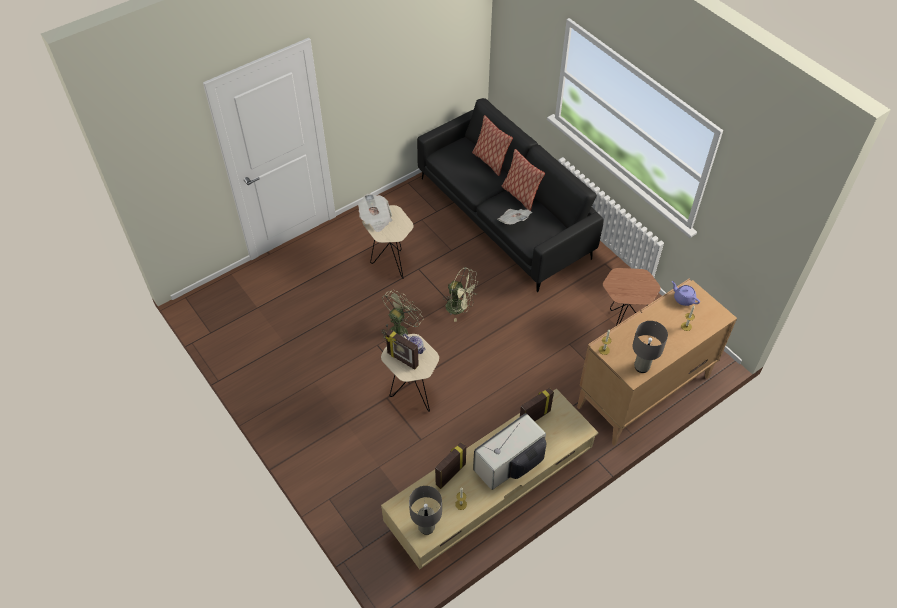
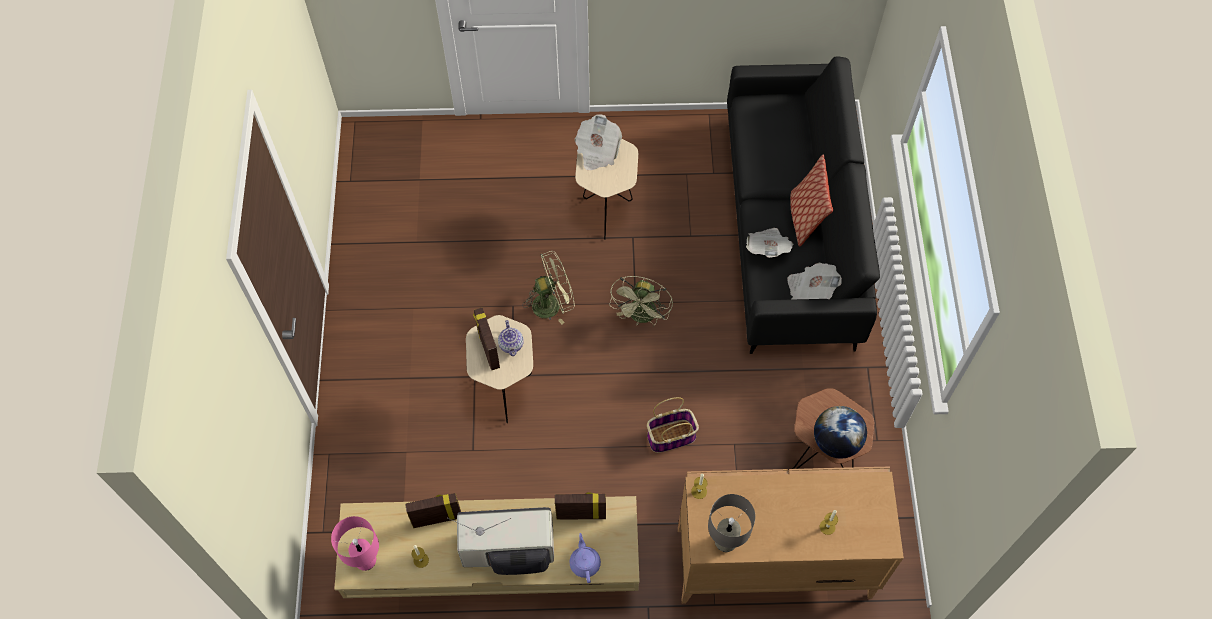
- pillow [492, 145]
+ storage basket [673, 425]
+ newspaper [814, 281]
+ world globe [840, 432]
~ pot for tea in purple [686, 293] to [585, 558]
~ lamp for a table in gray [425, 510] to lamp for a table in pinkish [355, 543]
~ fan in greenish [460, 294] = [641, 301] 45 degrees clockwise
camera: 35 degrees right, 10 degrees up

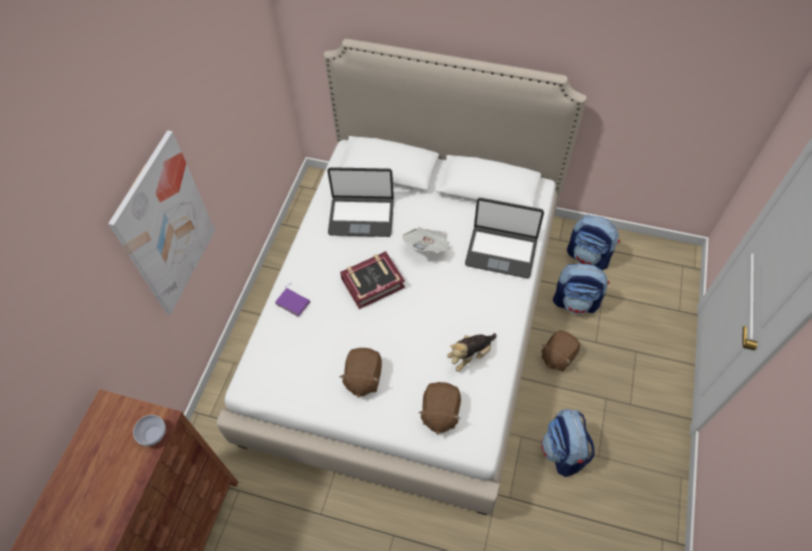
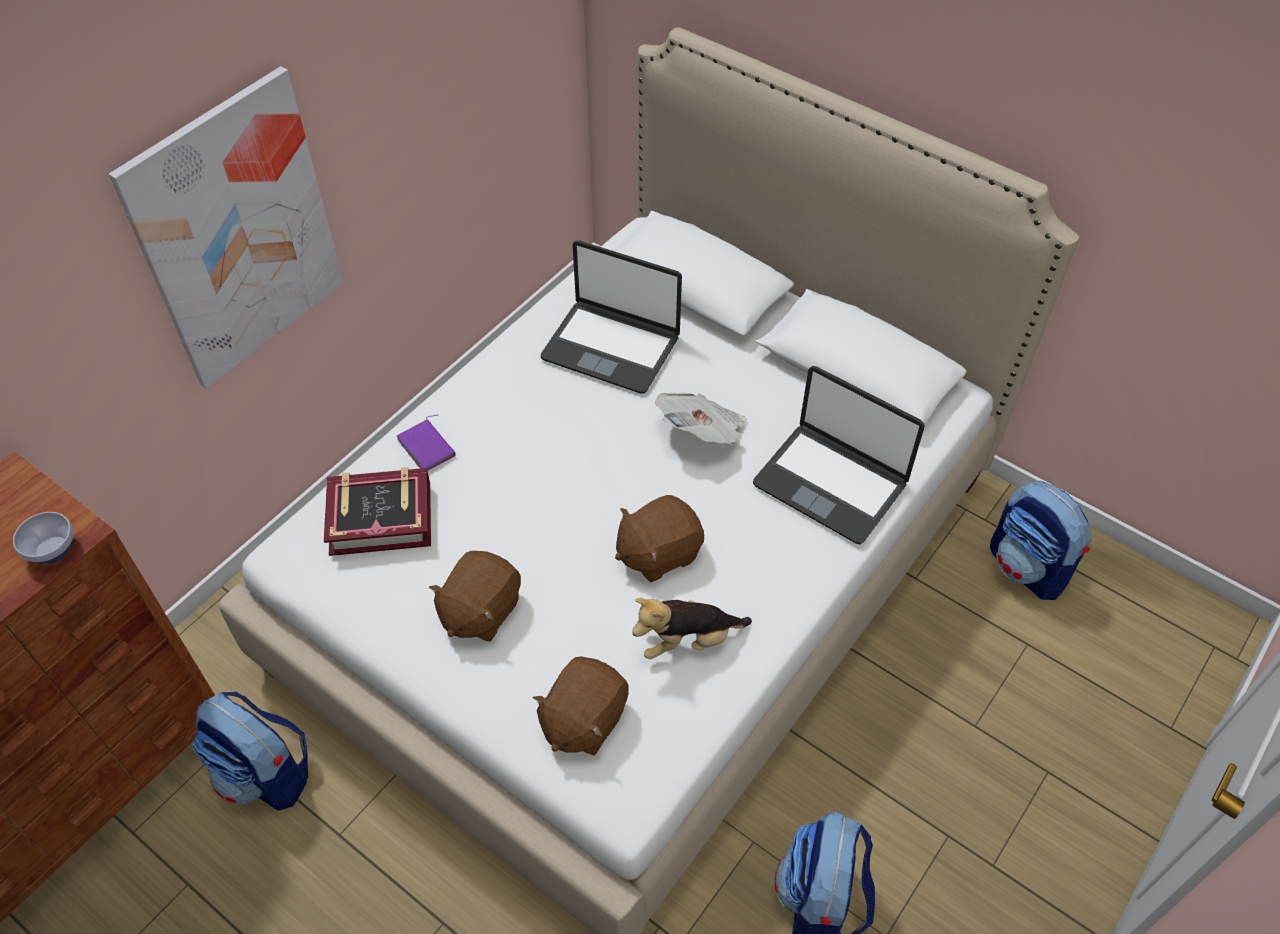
~ volume [372, 280] to [377, 511]
~ cuddly toy in brown-coloured [560, 351] to [659, 538]
~ backpack [581, 289] to [250, 751]
camera: 20 degrees right, 5 degrees down

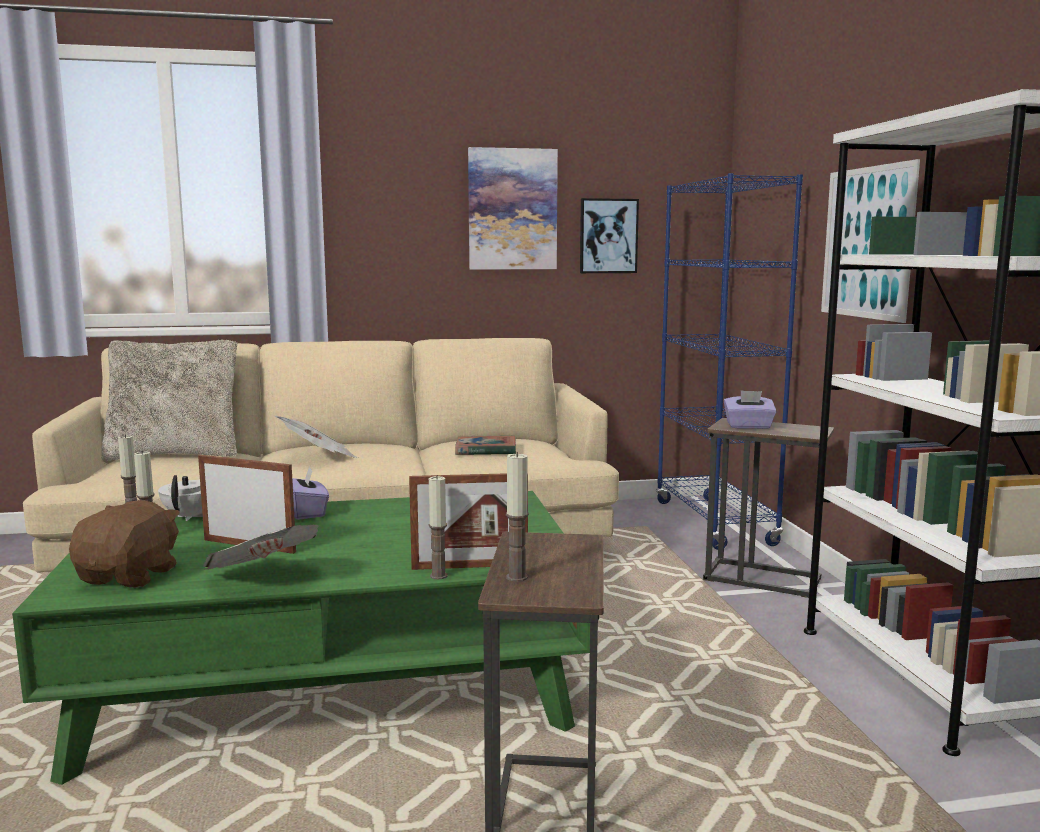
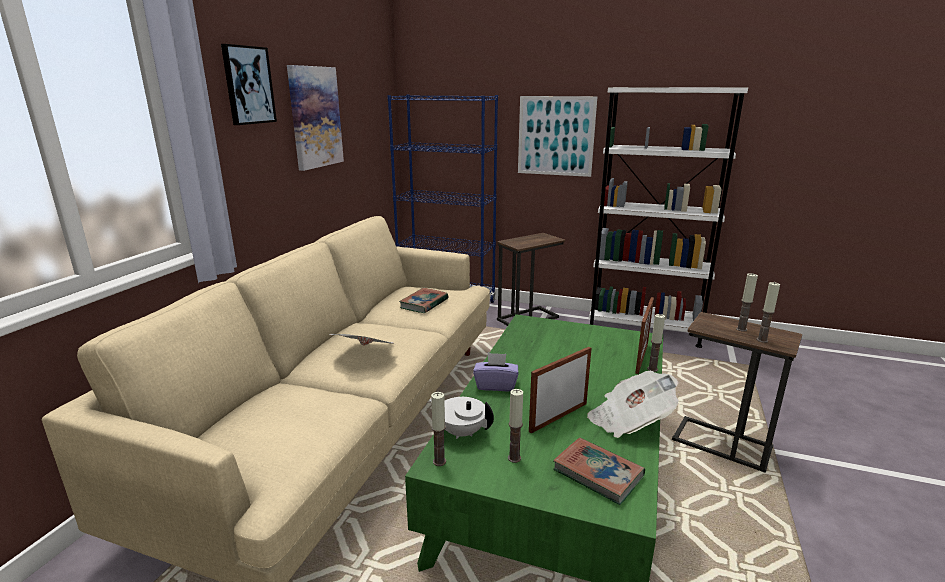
- pillow in beige [169, 400]
- box of tissues in purple [750, 409]
+ wax candle [747, 302]
~ picture [609, 235] to [249, 84]
~ cuddly toy in brown-coloured [124, 544] to volume [599, 471]
camera: 60 degrees left, 10 degrees up

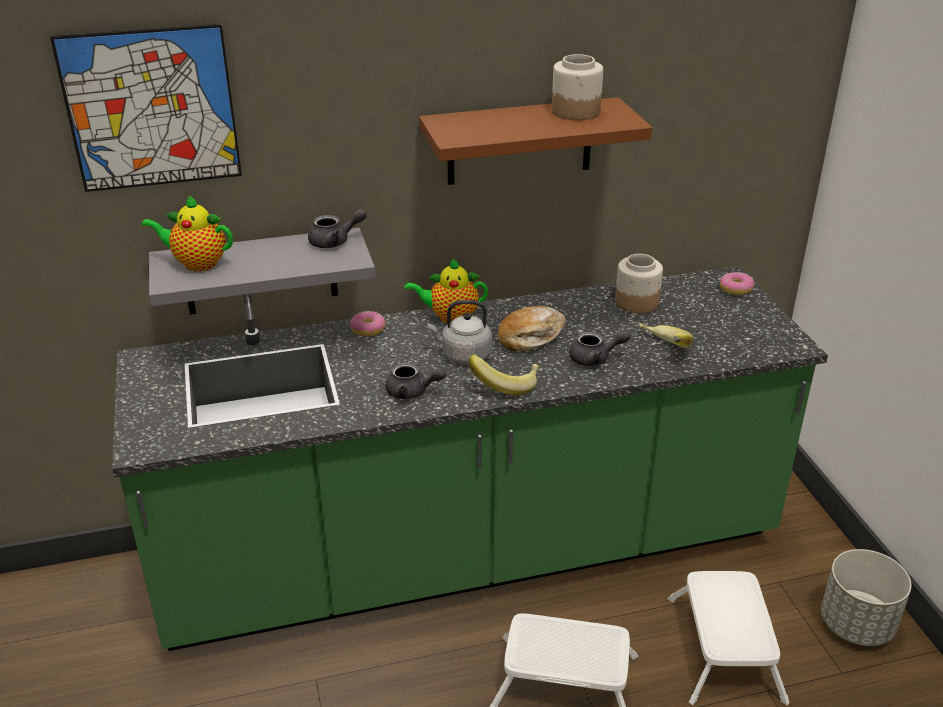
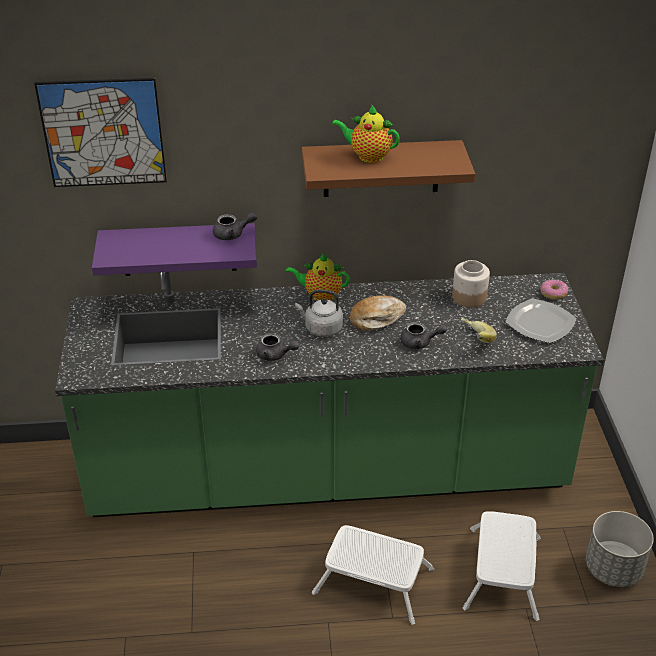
- ring doughnut [368, 324]
- banana [504, 374]
- preserve jar [577, 87]
+ plate [541, 320]
~ pot for tea [187, 233] to [365, 134]
~ shelf in gray [262, 271] to shelf in purple [174, 249]
camera: 10 degrees right, 5 degrees up

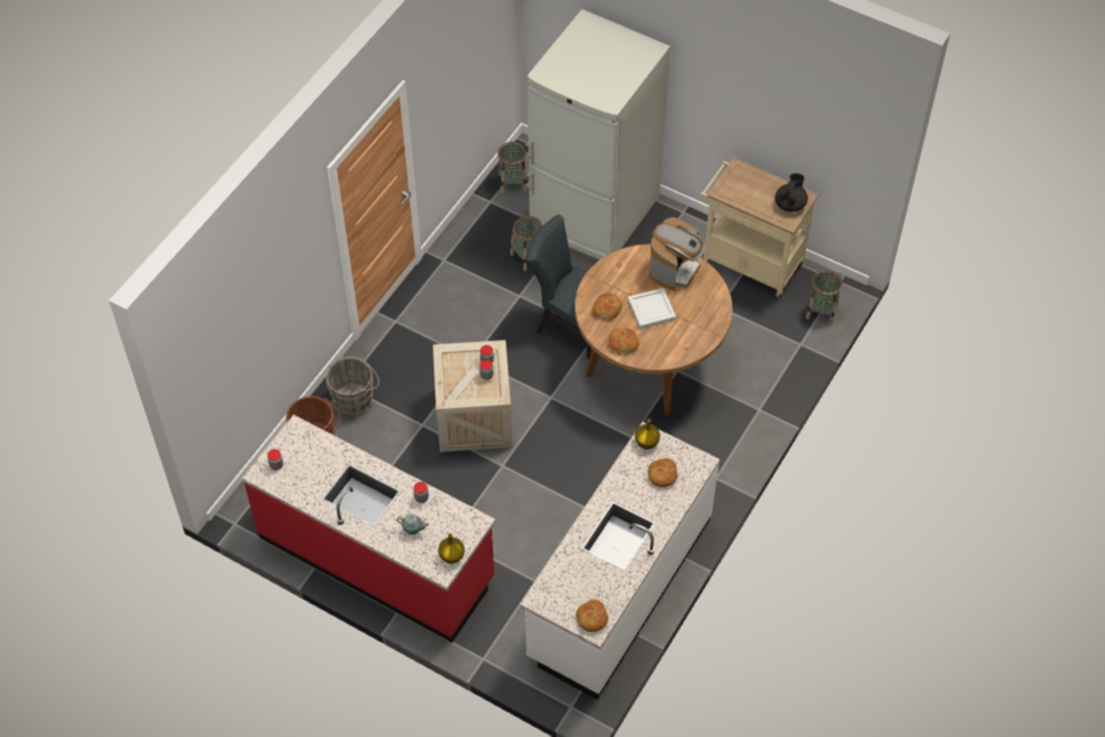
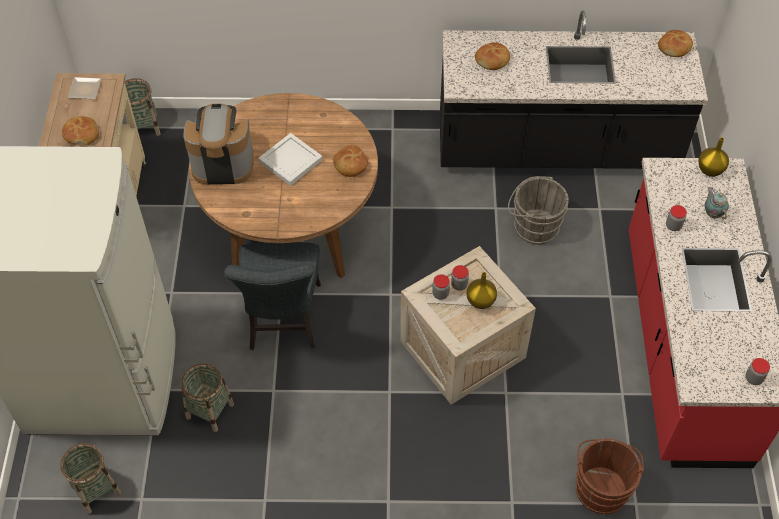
~ bucket in gray [352, 386] to [538, 210]
~ baked bread [607, 306] to [80, 131]
~ flower vase in yellow-coloured [647, 434] to [482, 290]
~ pot for tea in black-coloured [791, 192] to plate [84, 88]
~ kitchen base unit in whitish [620, 561] to kitchen base unit in black-coloured [574, 90]
camera: 120 degrees left, 0 degrees up

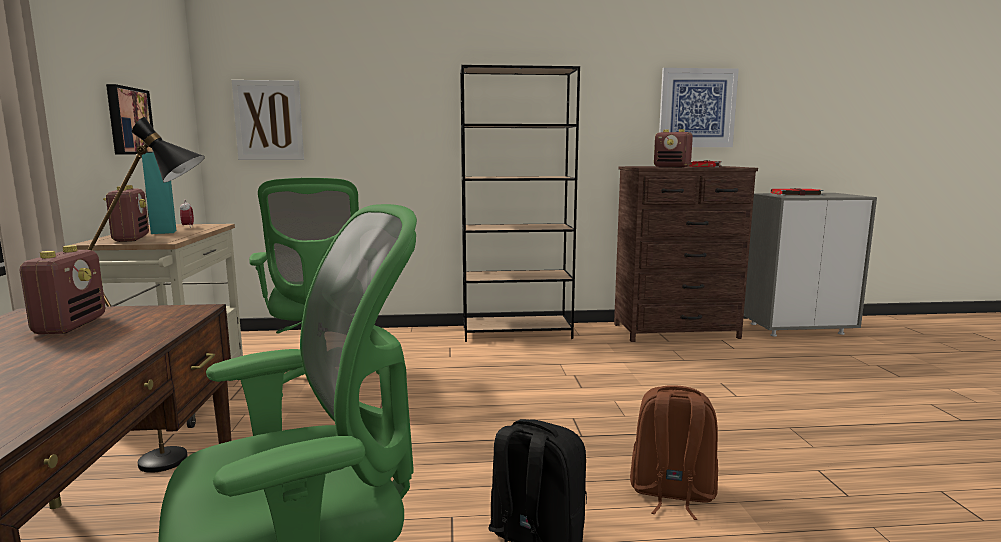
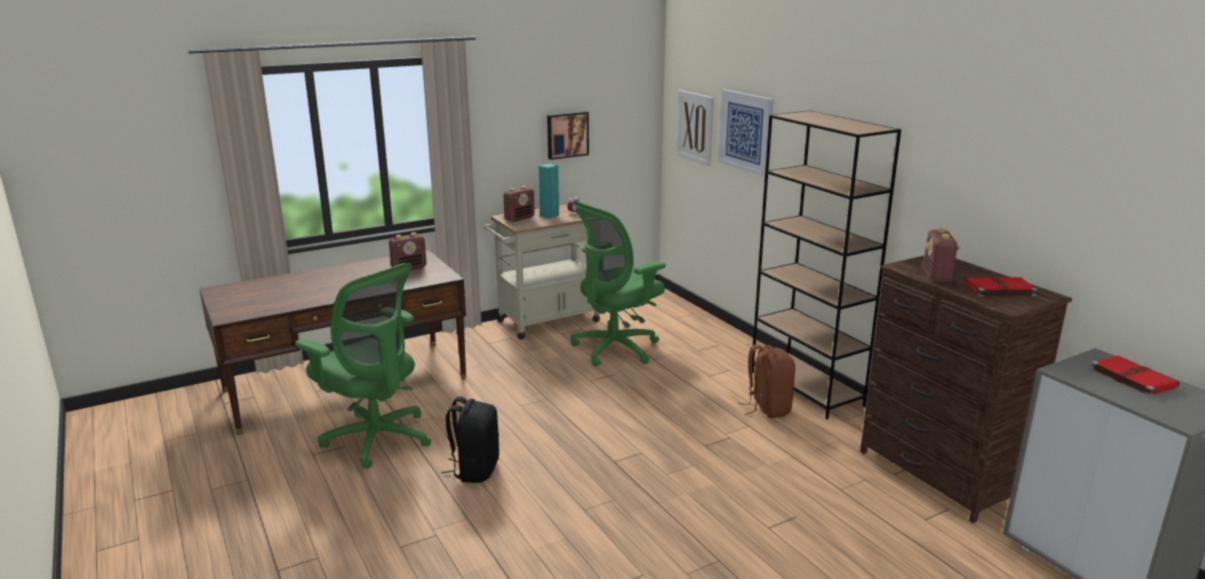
- standard lamp in black-coloured [146, 295]
~ backpack in brown-coloured [674, 452] to [766, 381]
~ picture [699, 107] to [746, 133]
camera: 65 degrees right, 10 degrees up

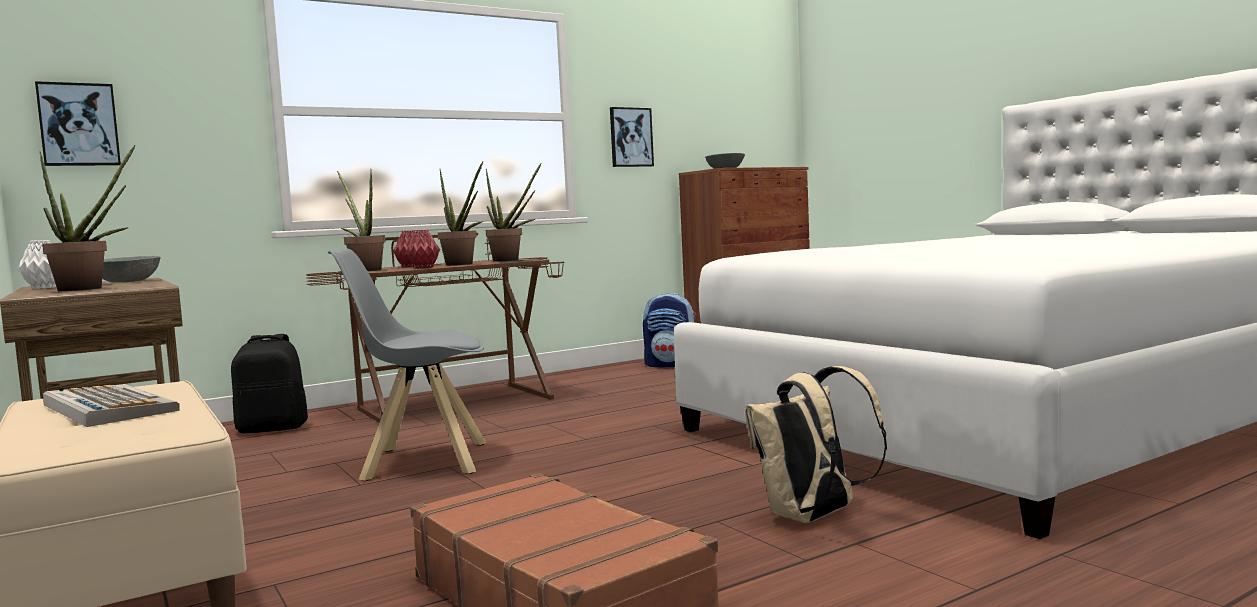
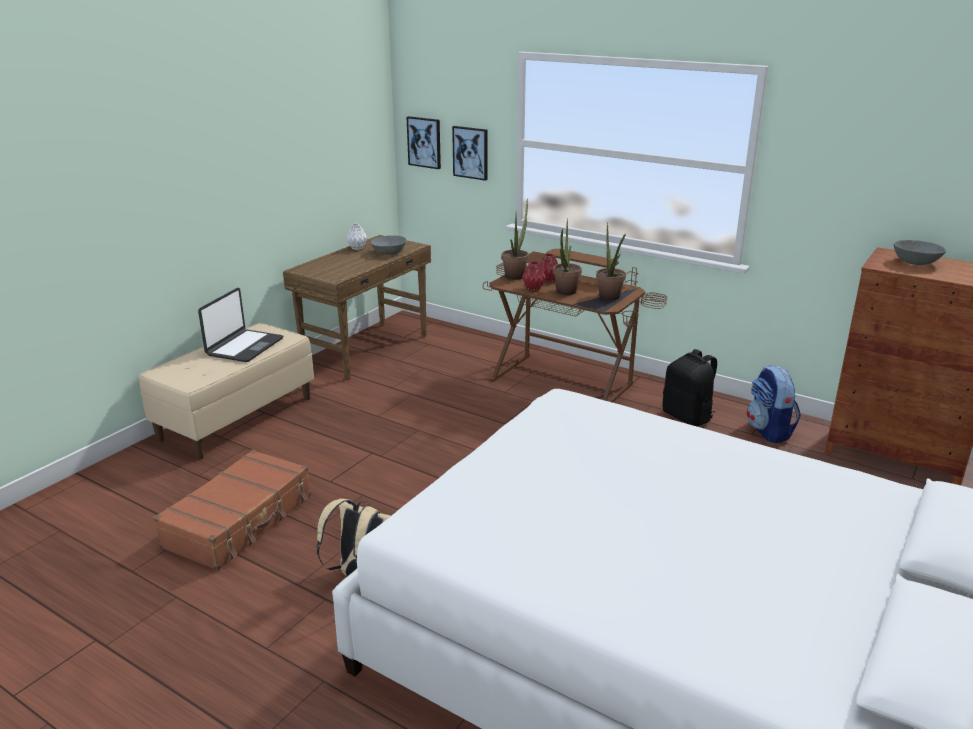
- potted plant [87, 218]
- upright chair in gray [407, 364]
~ backpack in black-coloured [269, 383] to [689, 387]
~ picture [632, 137] to [469, 153]
~ keyboard [111, 405] to notebook computer [240, 325]
camera: 65 degrees right, 20 degrees up

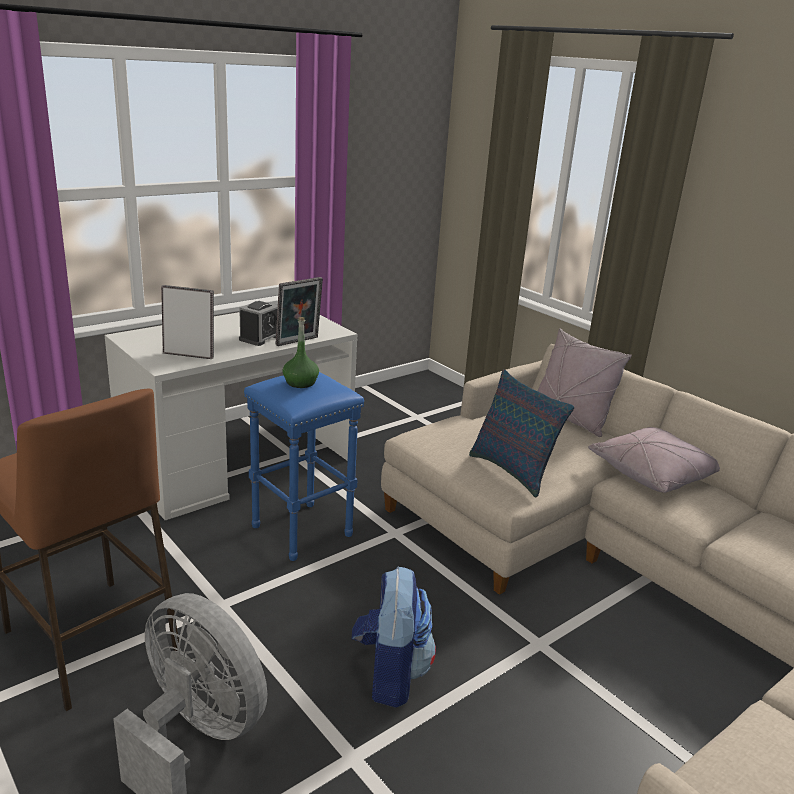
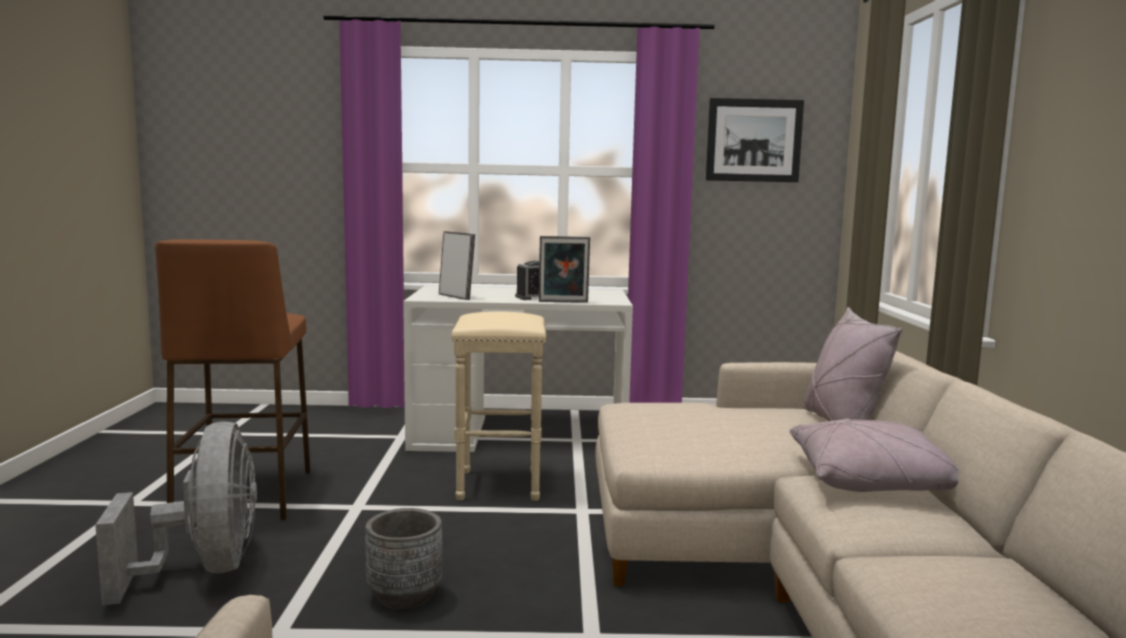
- drink bottle in greenish [301, 352]
- pillow in bluish [521, 433]
+ picture [755, 140]
~ backpack [393, 637] to flower pot in gray [404, 559]
~ stool seat in bluish [304, 466] to stool seat in beige [498, 406]
camera: 40 degrees right, 15 degrees down

